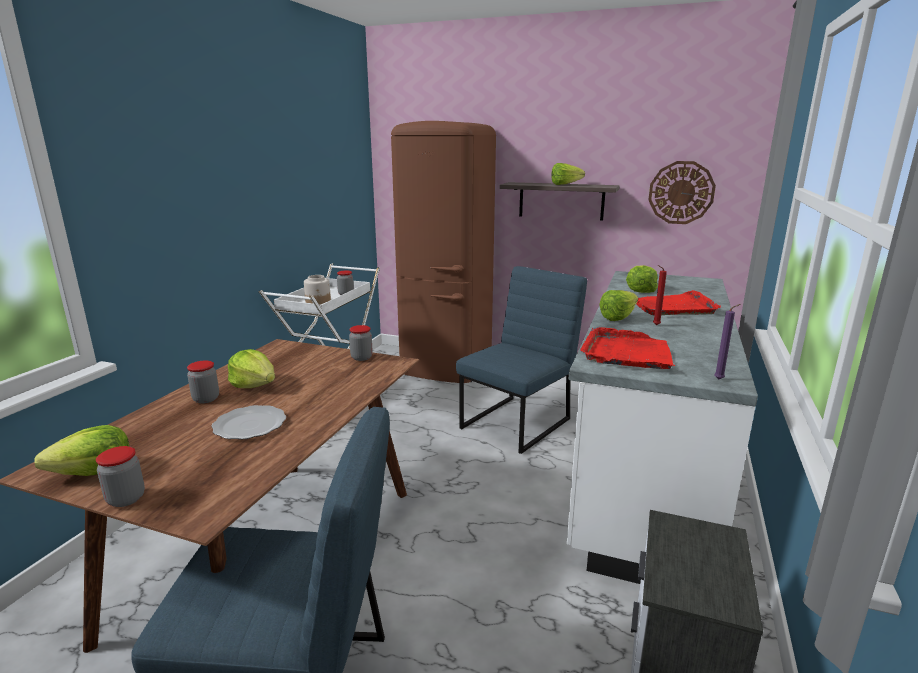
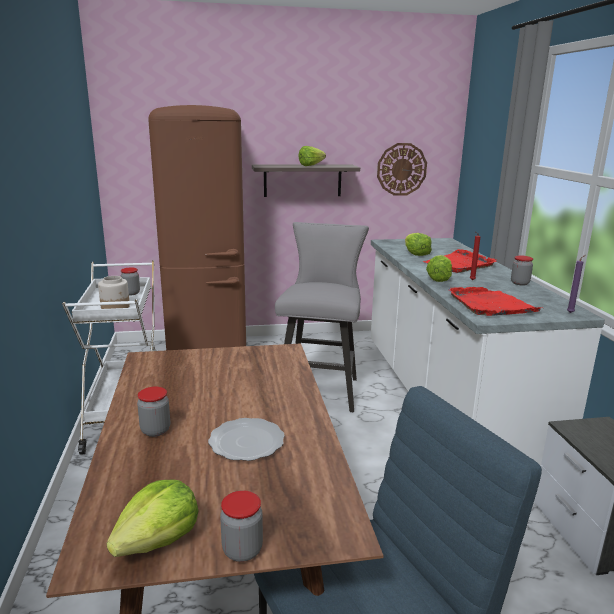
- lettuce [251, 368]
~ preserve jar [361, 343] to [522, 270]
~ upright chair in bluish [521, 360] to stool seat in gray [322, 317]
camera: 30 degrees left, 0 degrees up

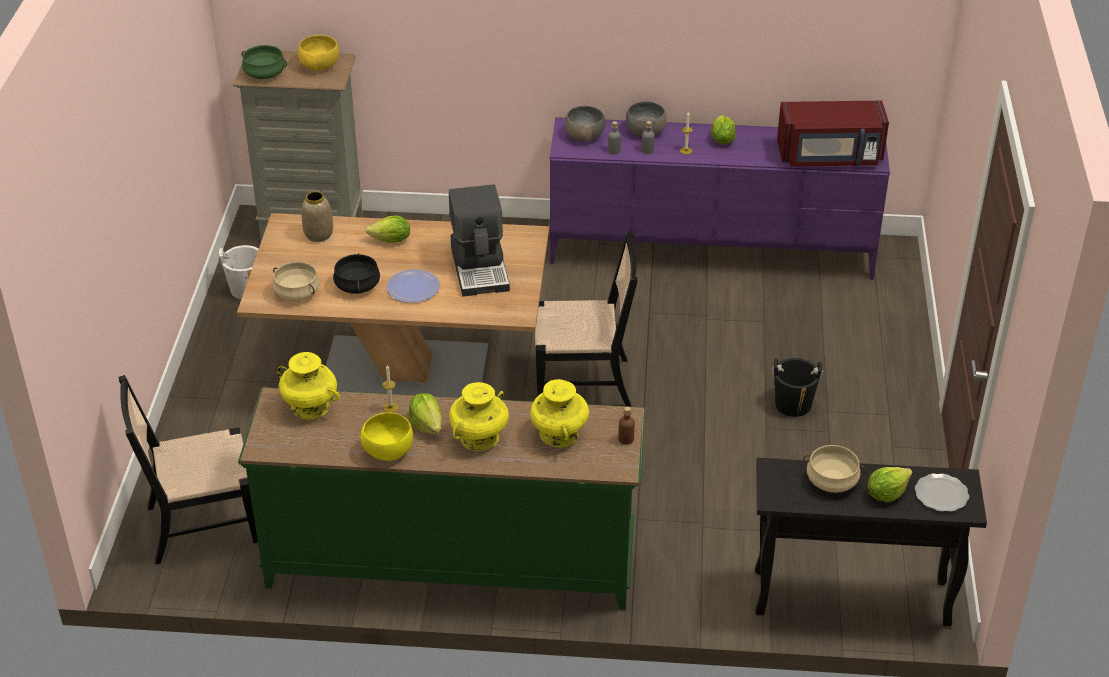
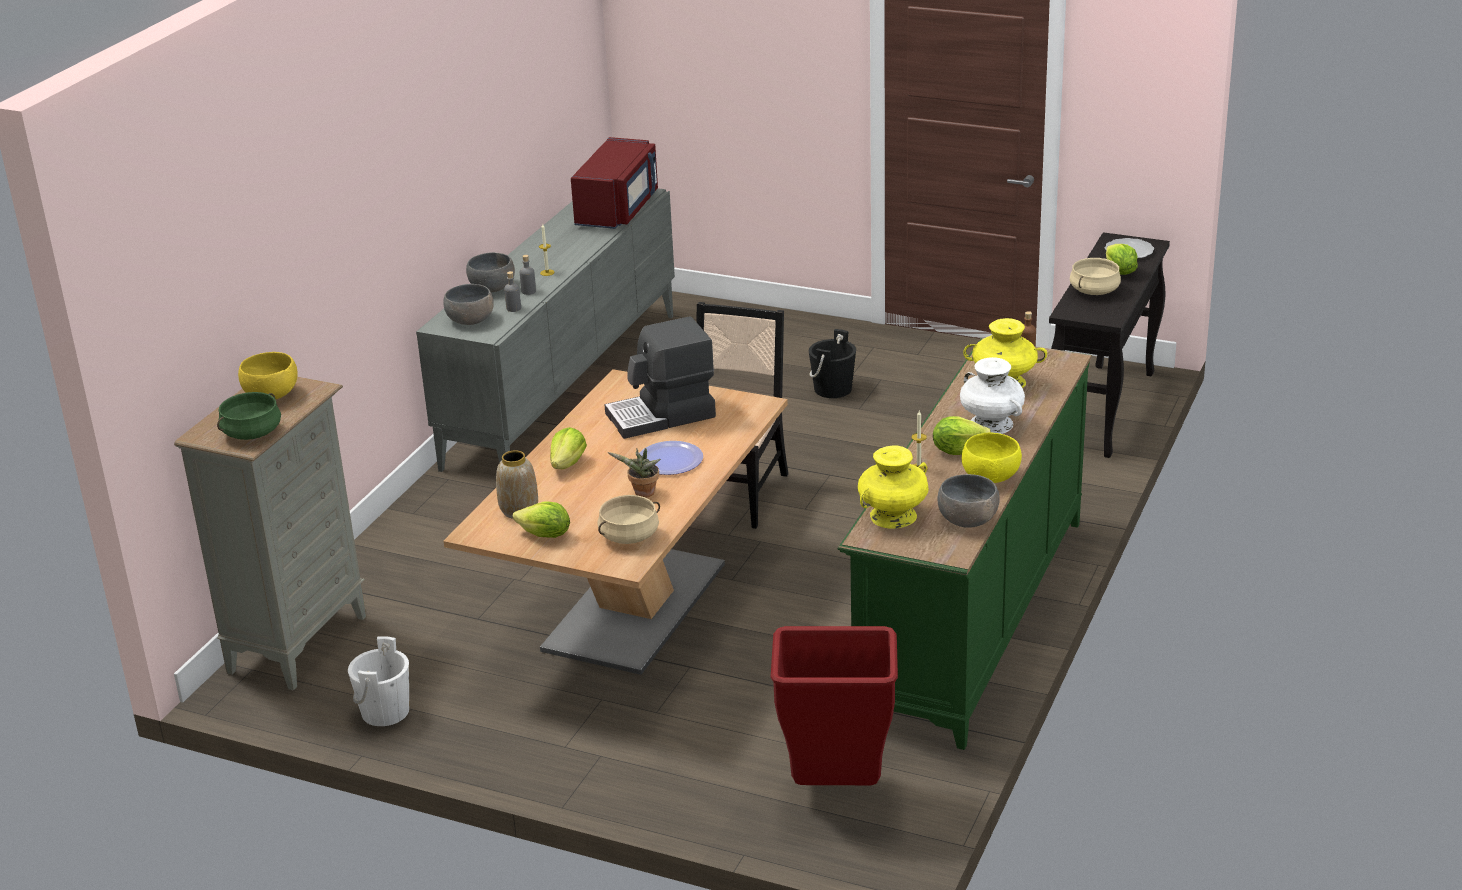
+ deep dish in gray [968, 501]
~ lettuce [723, 129] to [541, 519]
~ upright chair [188, 469] to rubbish bin in red-coloured [834, 705]
~ cooking pot in black-coloured [356, 273] to potted plant [634, 473]
~ flower vase in yellow-coloured [479, 416] to flower vase in whitish [992, 395]
~ cabinet in purple [720, 198] to cabinet in gray [545, 330]
~ coffee maker [479, 240] = [660, 378] 150 degrees clockwise
camera: 70 degrees left, 10 degrees down

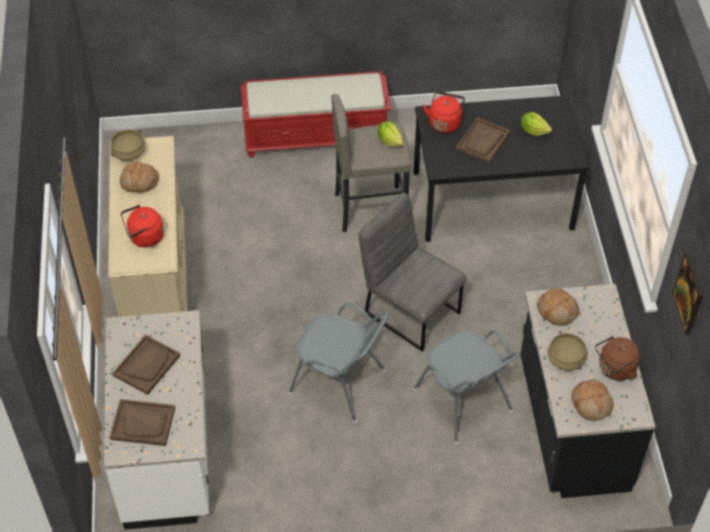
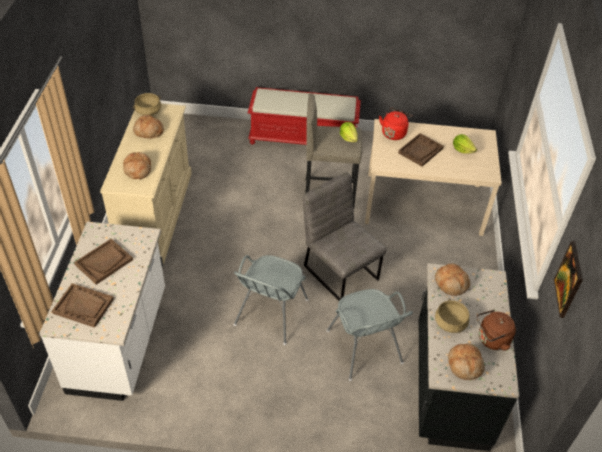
~ water kettle in red-coloured [142, 226] to baked bread [137, 165]
~ dinner table in black-coloured [501, 168] to dinner table in beige [433, 177]
~ upright chair in gray [338, 363] = [271, 300] 75 degrees clockwise
camera: 10 degrees right, 5 degrees down

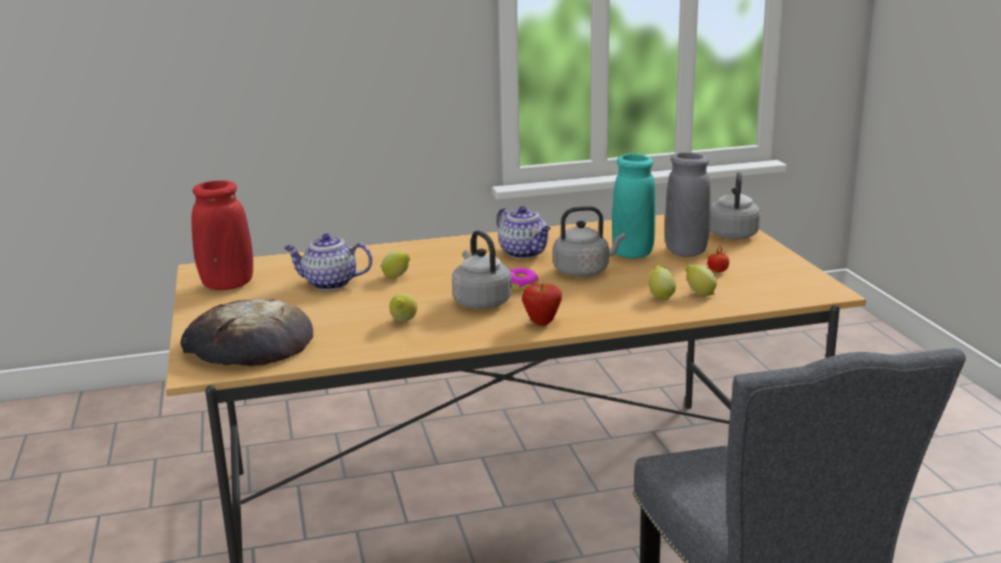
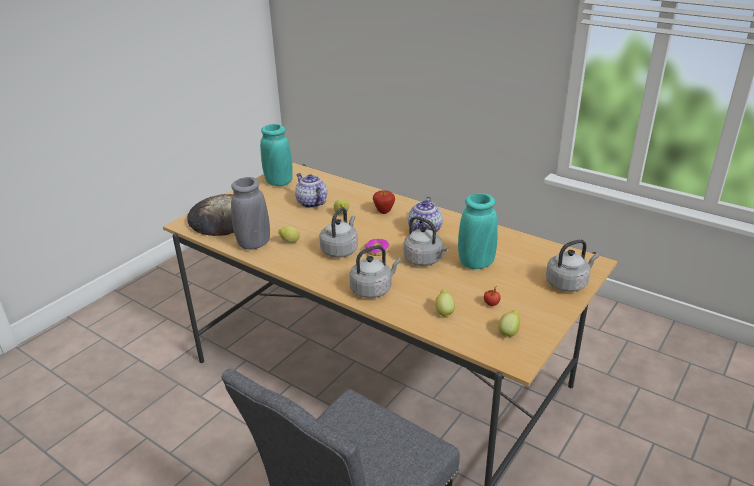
+ water kettle in gray [375, 271]
~ apple fruit [542, 305] to [384, 202]
~ lemon [662, 282] to [509, 324]
~ flower vase in gray [688, 204] to [250, 213]
~ flower vase in red-coloured [222, 235] to flower vase in turquoise-coloured [276, 155]
camera: 50 degrees right, 10 degrees up

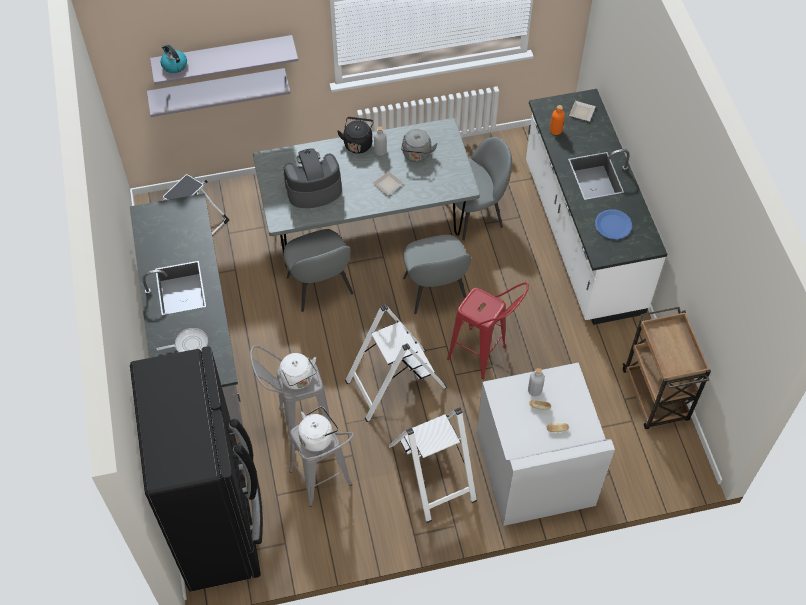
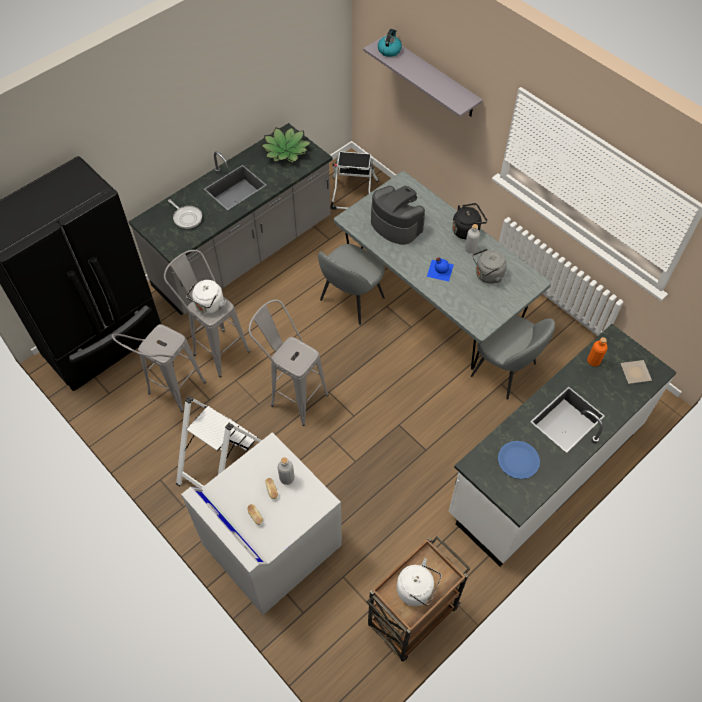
- shelf in gray [219, 92]
- upright chair in gray [437, 274]
- stool seat in red-coloured [488, 330]
+ potted plant [286, 145]
~ water kettle in whitish [318, 429] to [418, 582]
~ stepladder in whitish [396, 363] to stool seat in gray [289, 363]
~ plate [388, 183] to drink bottle in bluish [440, 270]
camera: 60 degrees right, 0 degrees up

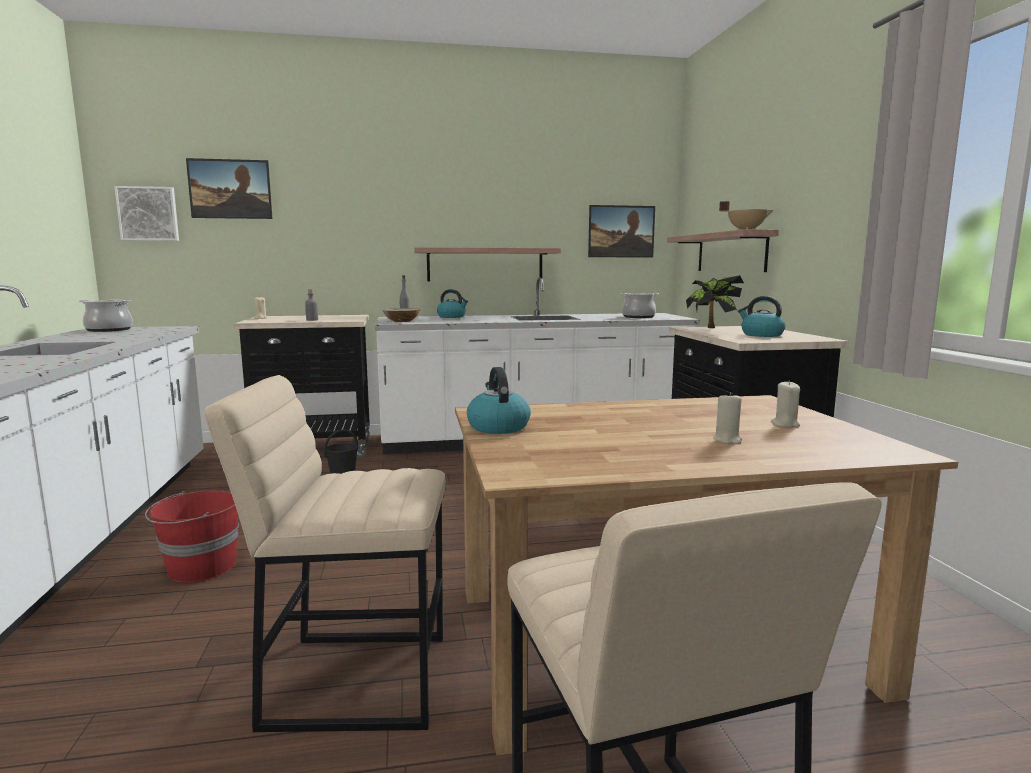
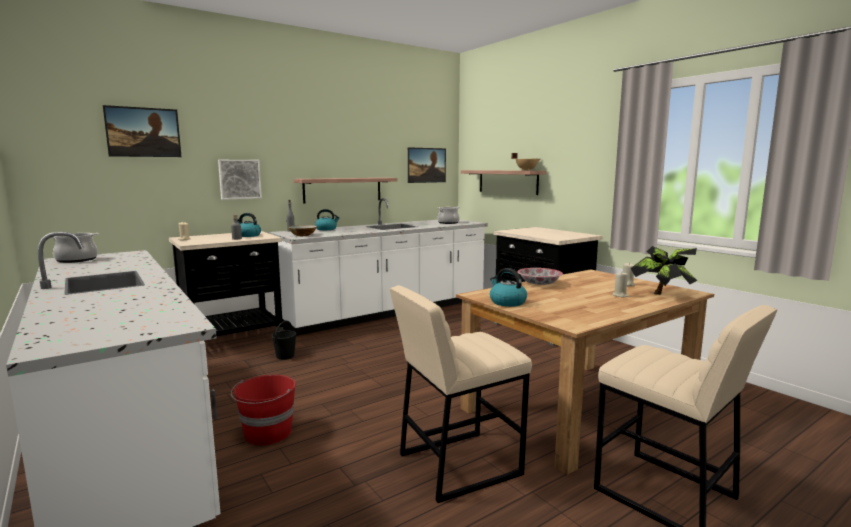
+ deep dish [540, 276]
~ picture [146, 213] to [240, 180]
~ potted plant [715, 301] to [664, 270]
~ water kettle [761, 316] to [249, 225]
camera: 25 degrees left, 0 degrees up

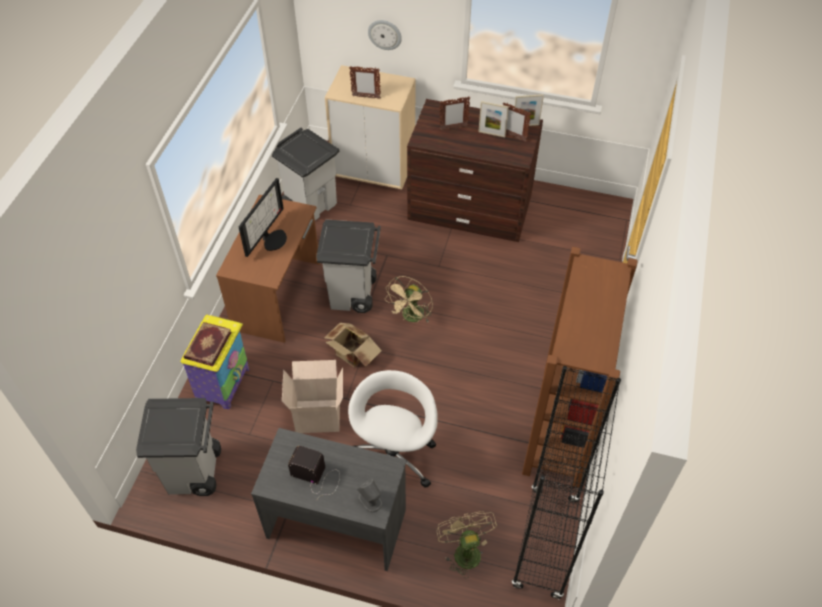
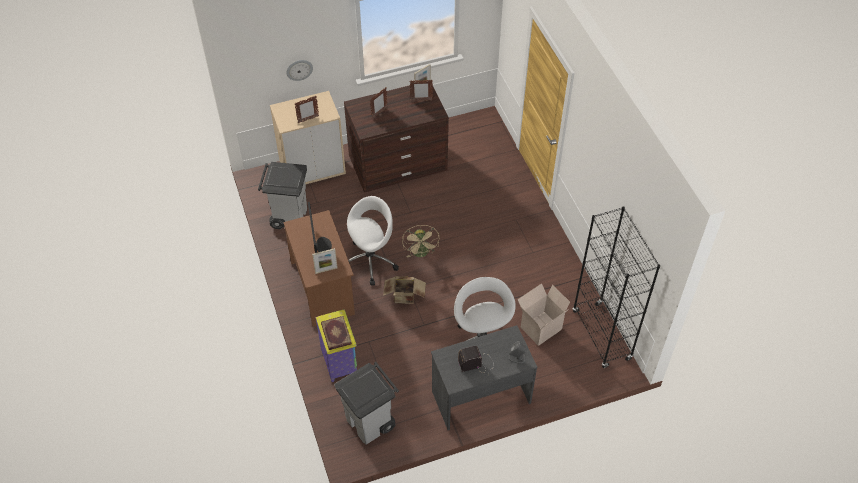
- fan in beige [467, 544]
- shelving unit in brown-coloured [580, 368]
~ carton [312, 396] to [544, 315]
~ photo frame [493, 119] to [325, 261]
~ rubbish bin in gray [348, 266] to computer chair in whitish [373, 240]
camera: 35 degrees left, 0 degrees up

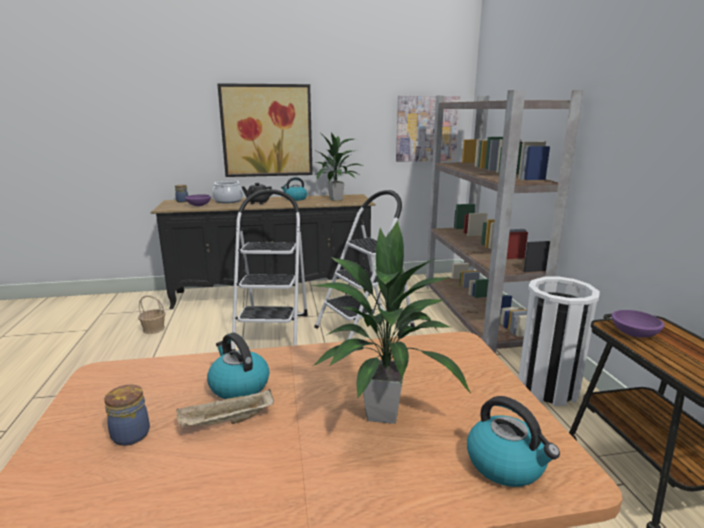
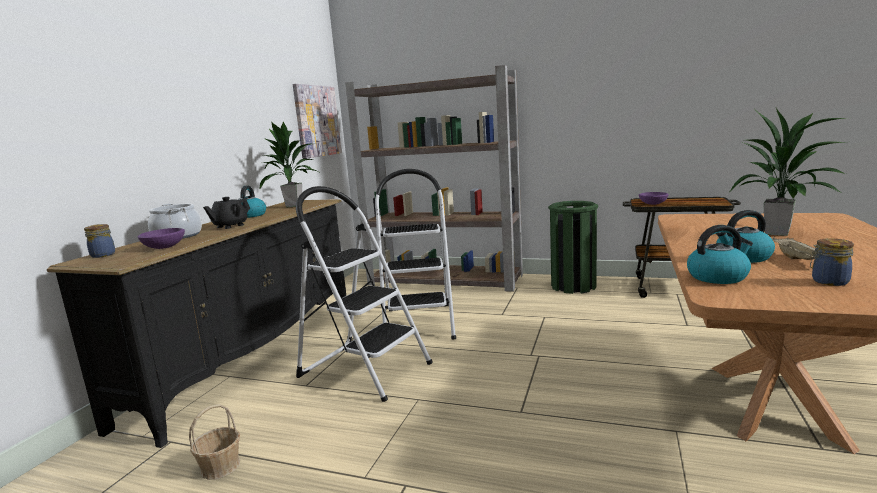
- picture [265, 130]
~ water kettle [513, 441] to [720, 254]
~ rubbish bin in whitish [559, 341] to rubbish bin in greenish [573, 247]
camera: 60 degrees left, 5 degrees down

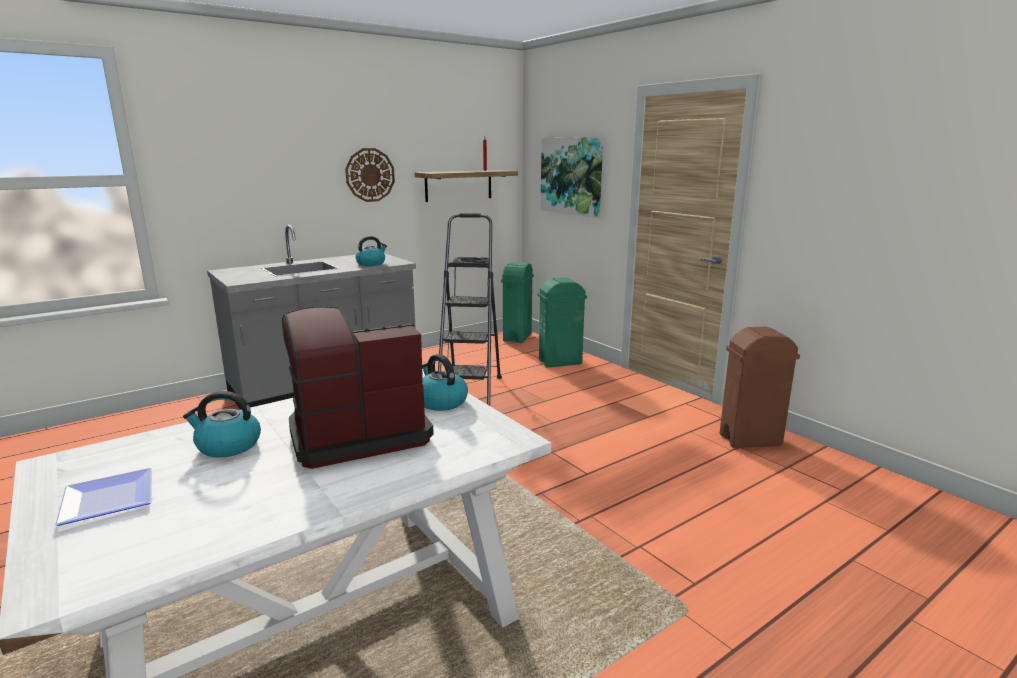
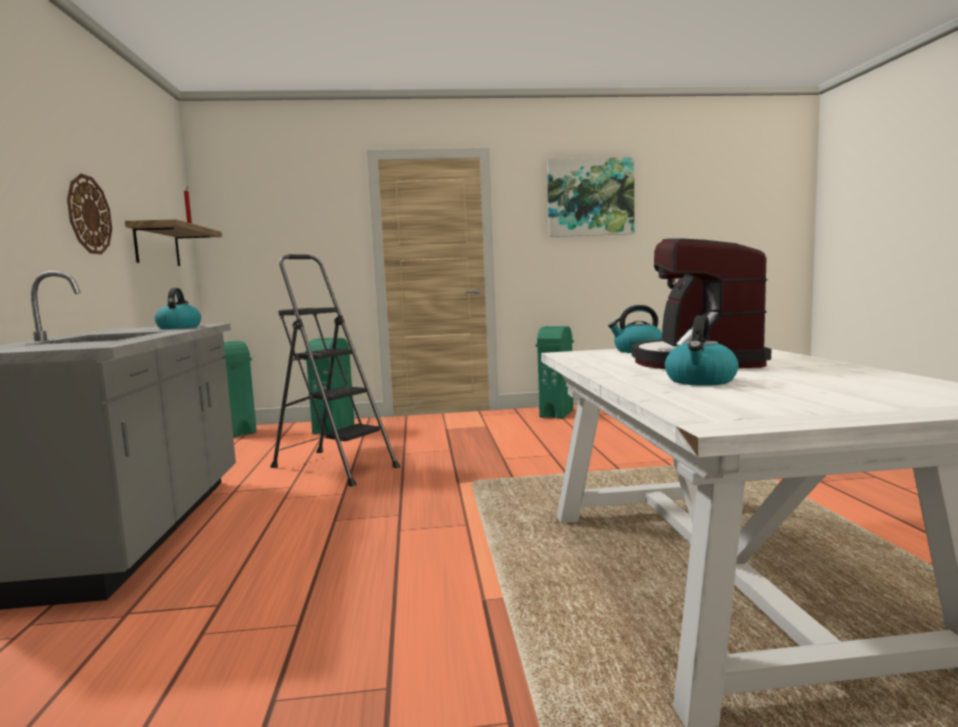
- plate [103, 497]
~ picture [571, 177] to [590, 197]
~ rubbish bin in brown-coloured [760, 387] to rubbish bin in greenish [555, 372]
camera: 60 degrees left, 10 degrees down

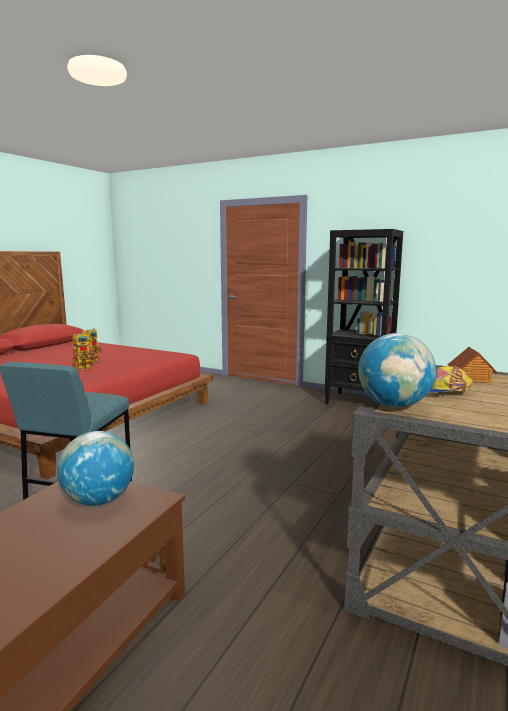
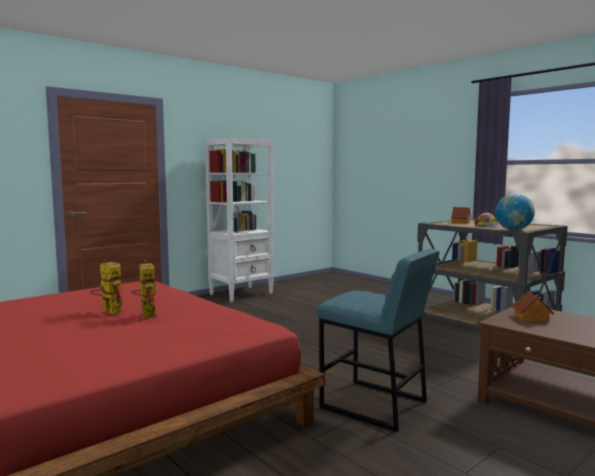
~ world globe [95, 468] to miniature house [532, 306]
~ shelving unit in black-coloured [364, 316] to shelving unit in whitish [239, 220]
camera: 70 degrees left, 5 degrees down

